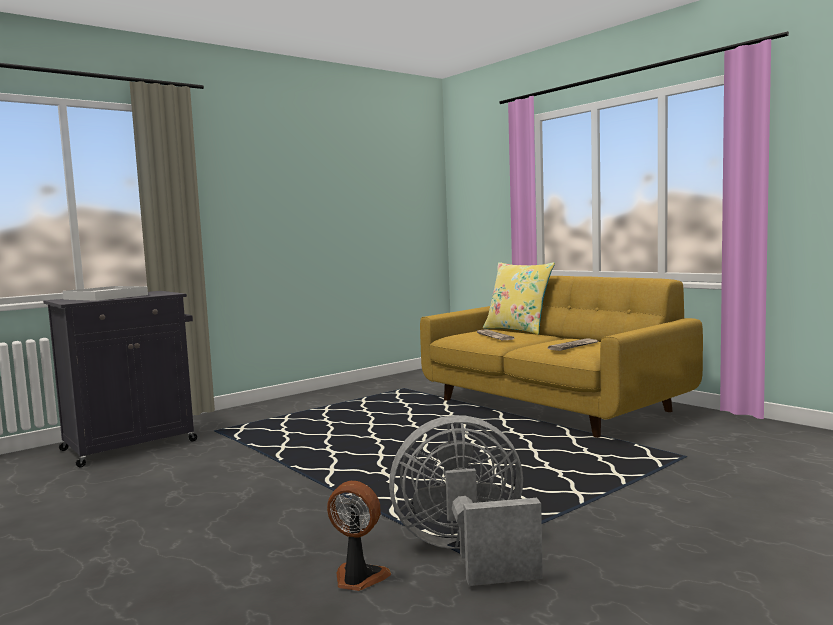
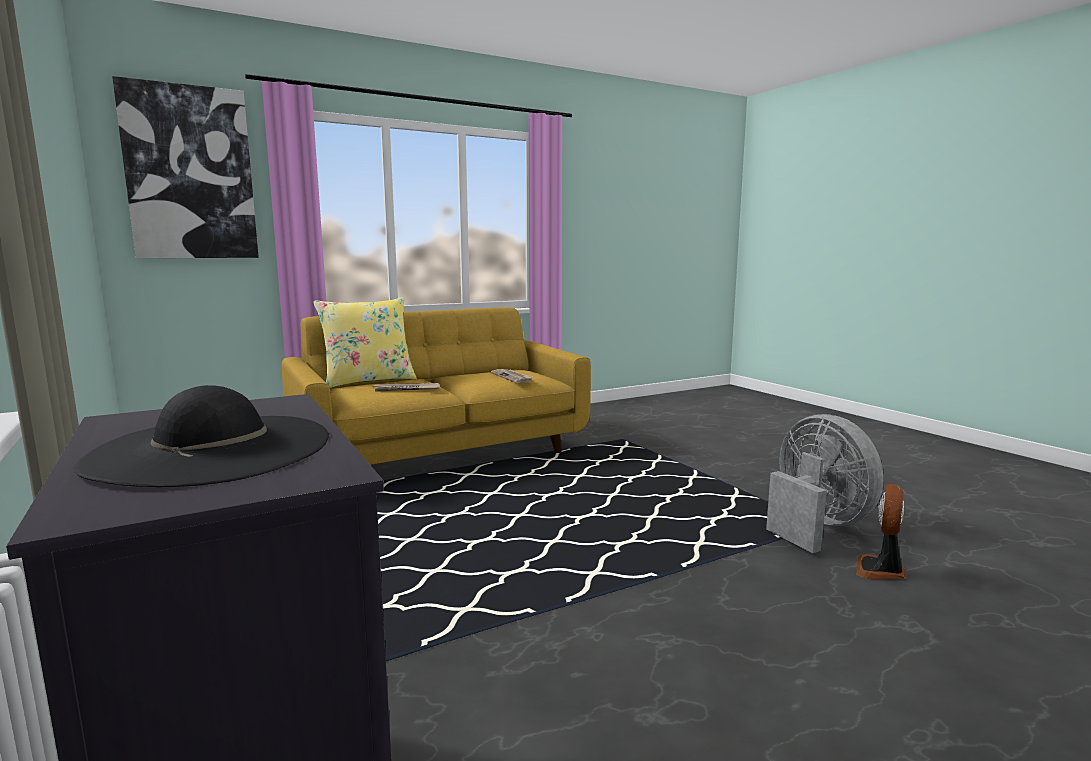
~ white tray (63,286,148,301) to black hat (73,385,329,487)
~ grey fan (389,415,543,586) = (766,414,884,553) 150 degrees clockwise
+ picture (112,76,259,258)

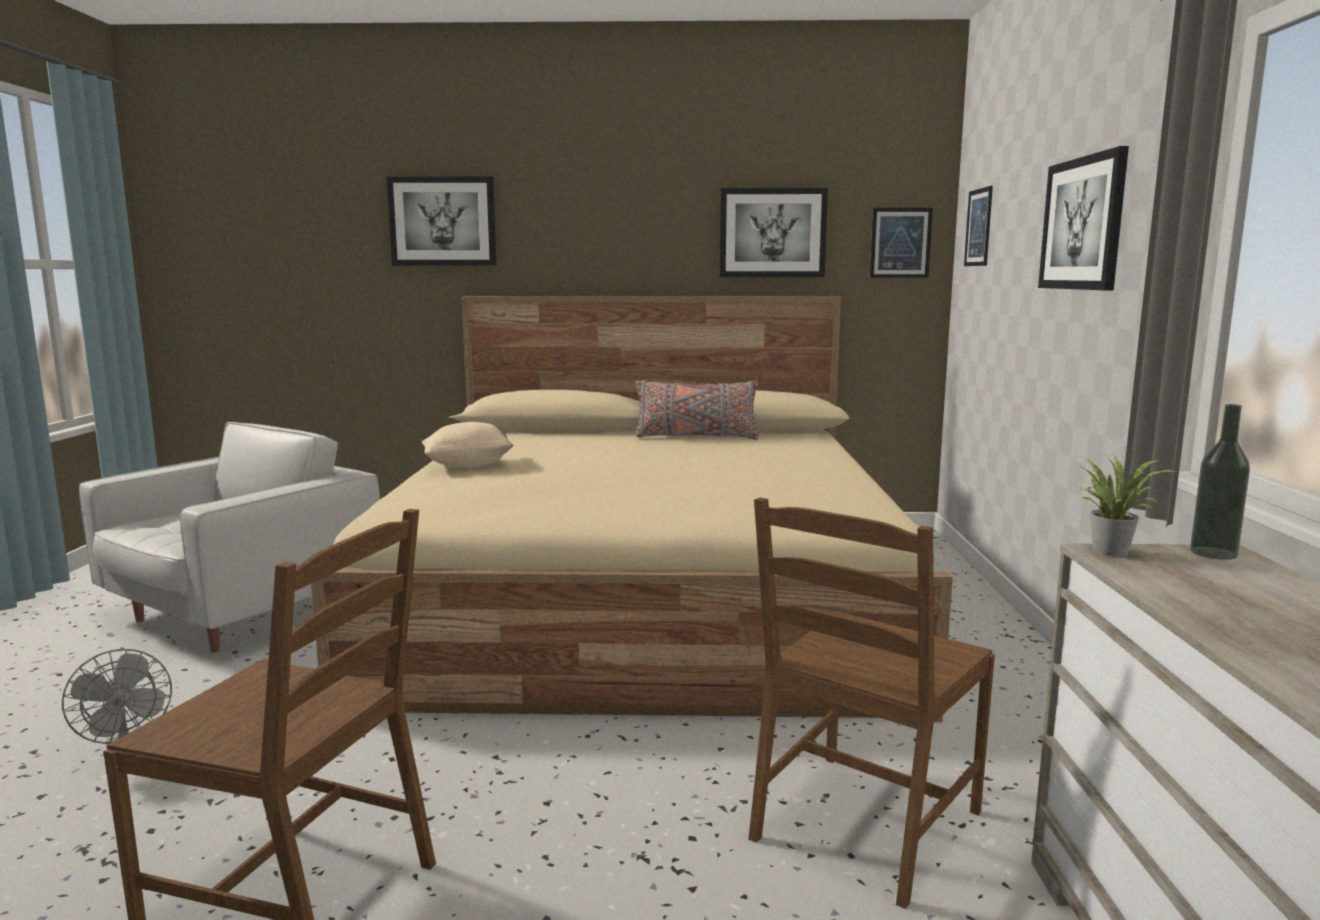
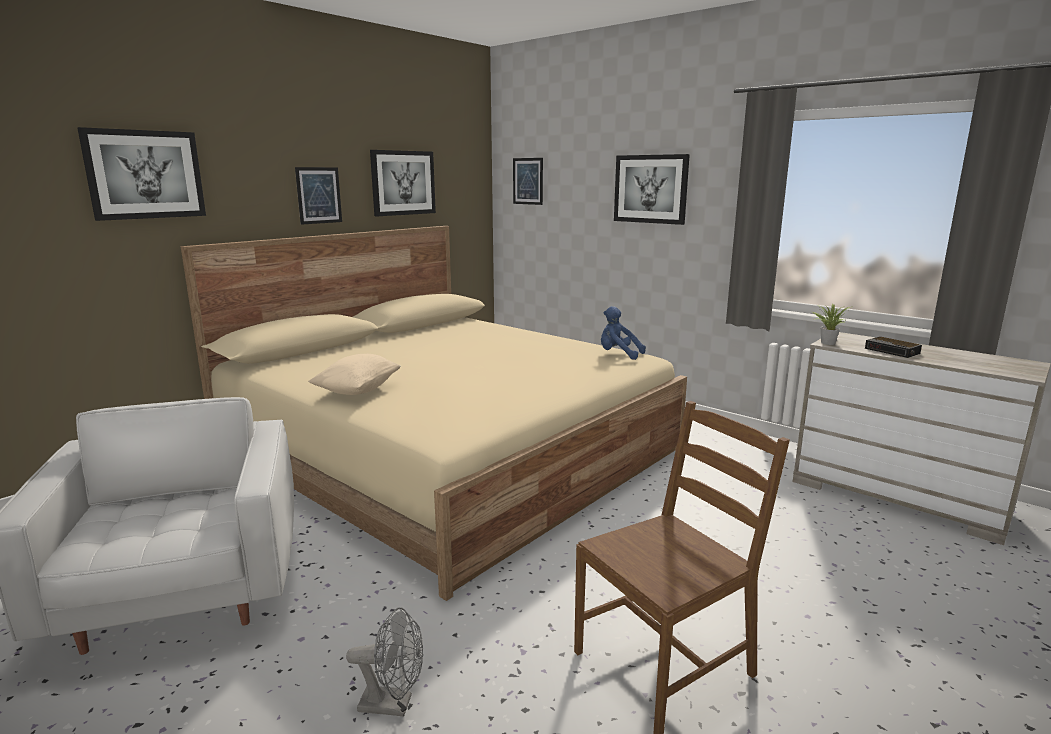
- grey pillow (635,380,758,440)
- brown chair (749,497,995,909)
~ picture (870,208,933,278) to (295,167,342,225)
- bottle (1190,404,1250,560)
+ blue plush toy (601,306,646,360)
+ alarm clock (865,337,922,358)

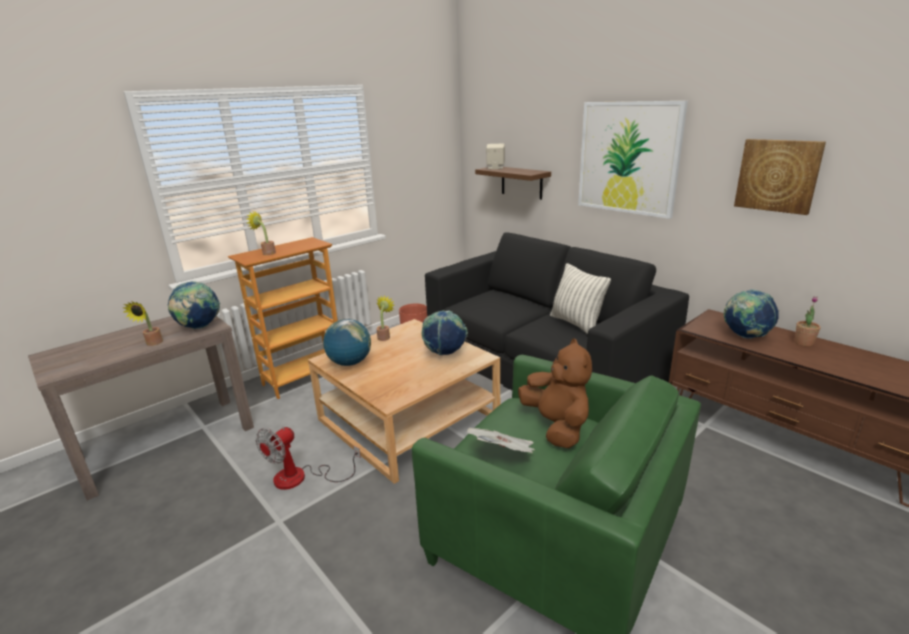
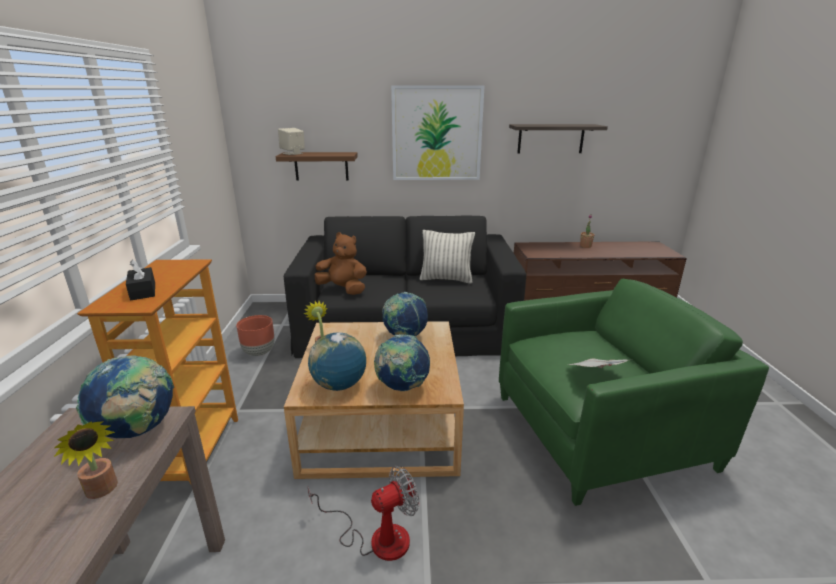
~ potted plant (247,211,276,255) to black tissue box (126,259,155,300)
~ fan (256,426,361,490) = (308,466,419,561) 105 degrees counterclockwise
~ brown plush toy (518,338,592,448) to (315,232,367,295)
~ globe (723,289,779,339) to (374,334,430,391)
~ picture (734,139,826,215) to shelf (509,124,608,154)

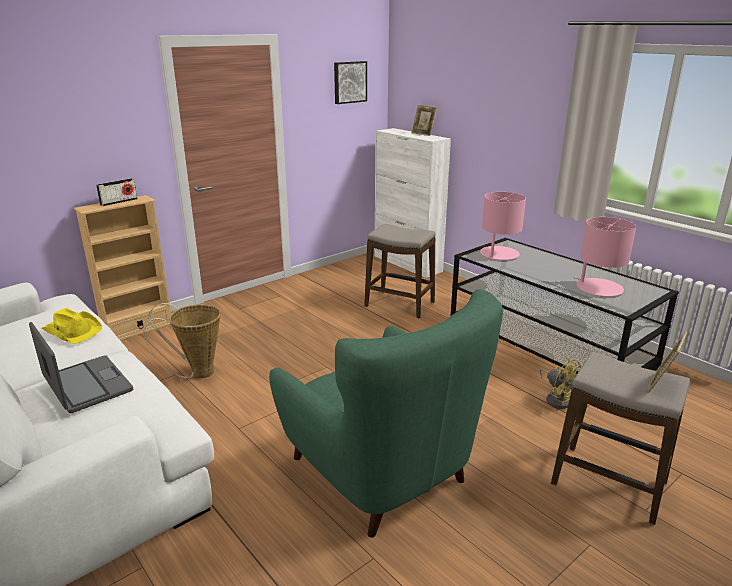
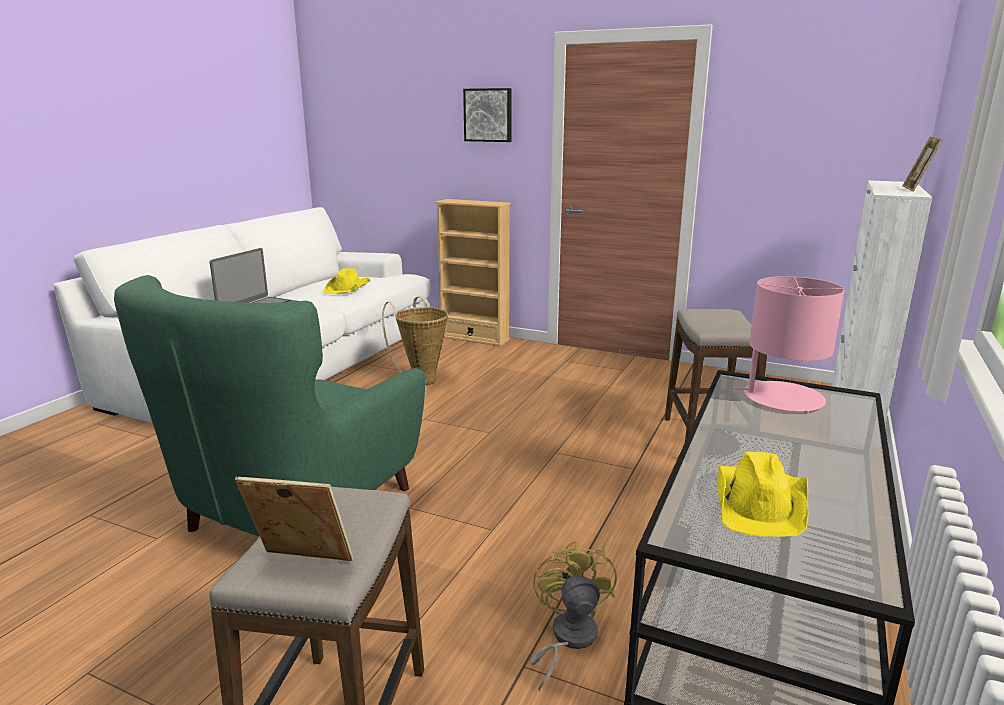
- radio (96,178,138,206)
~ picture (334,61,367,104) to (463,88,512,142)
~ yellow fan (539,358,581,409) = (531,540,617,691) 150 degrees clockwise
~ pink table lamp (573,217,636,297) to yellow hat (718,452,808,536)

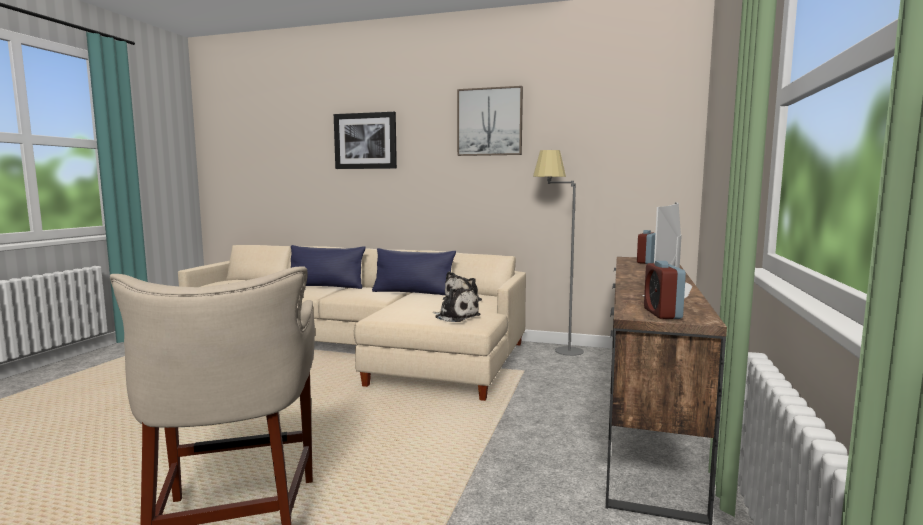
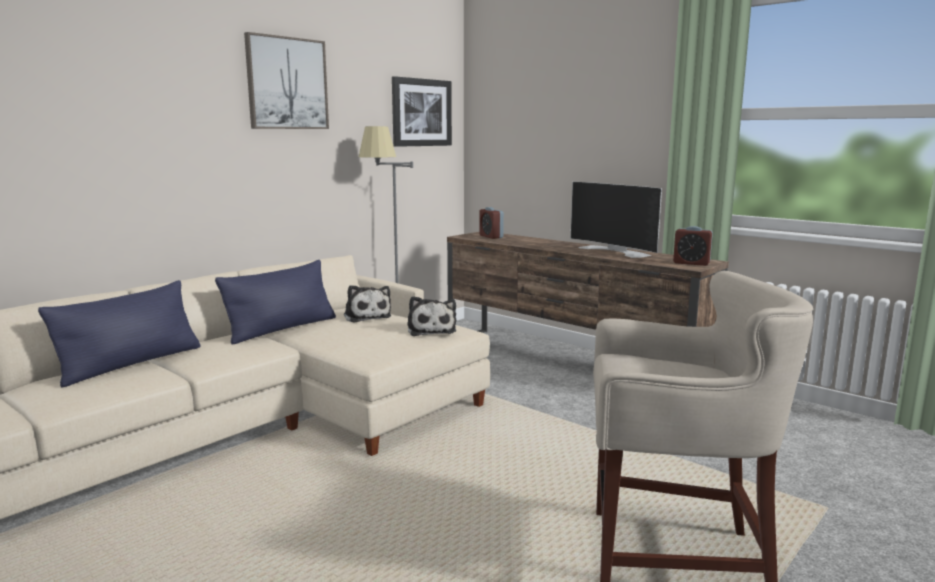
~ picture (334,112,397,169) to (392,76,452,147)
~ plush toy (433,287,480,322) = (407,296,456,336) 105 degrees clockwise

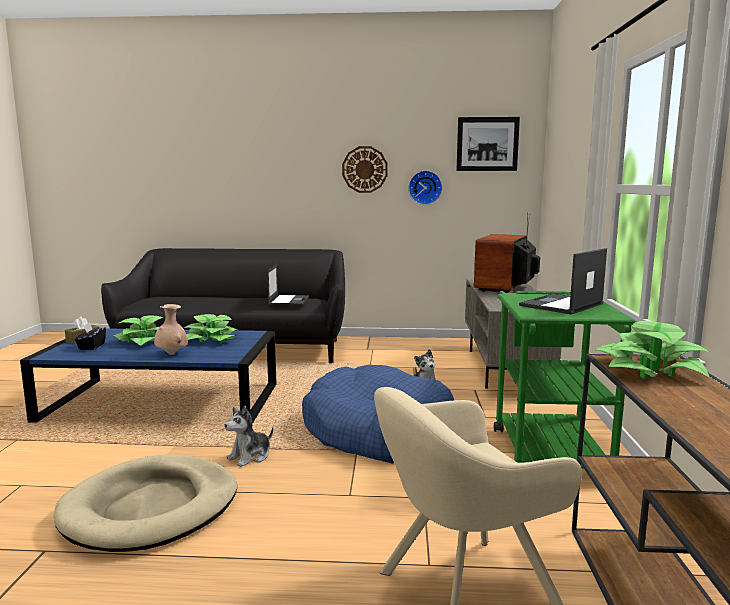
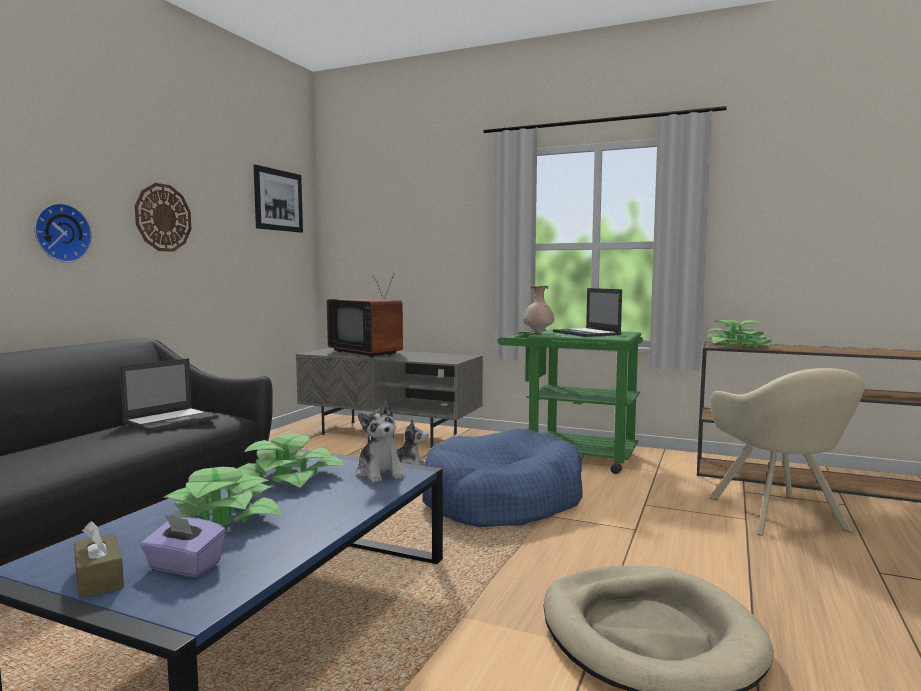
~ black tissue box (75,322,106,350) to purple tissue box (140,514,226,577)
~ beige vase (154,304,188,355) to (523,285,554,333)
~ plush toy (225,405,274,467) to (356,401,405,483)
~ laptop (267,264,309,306) = (119,358,219,432) 105 degrees clockwise
~ wall clock (408,170,443,205) to (34,203,92,263)

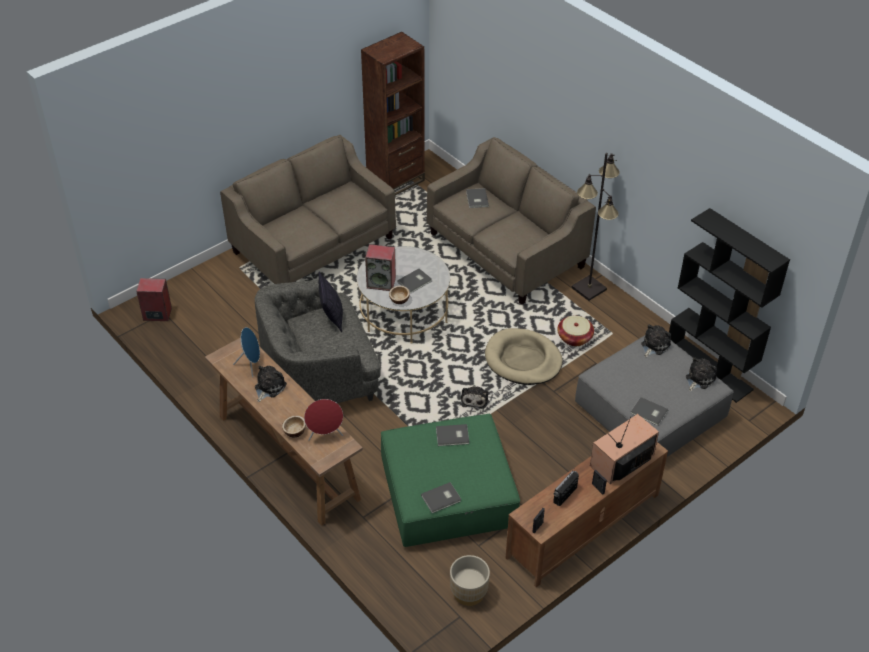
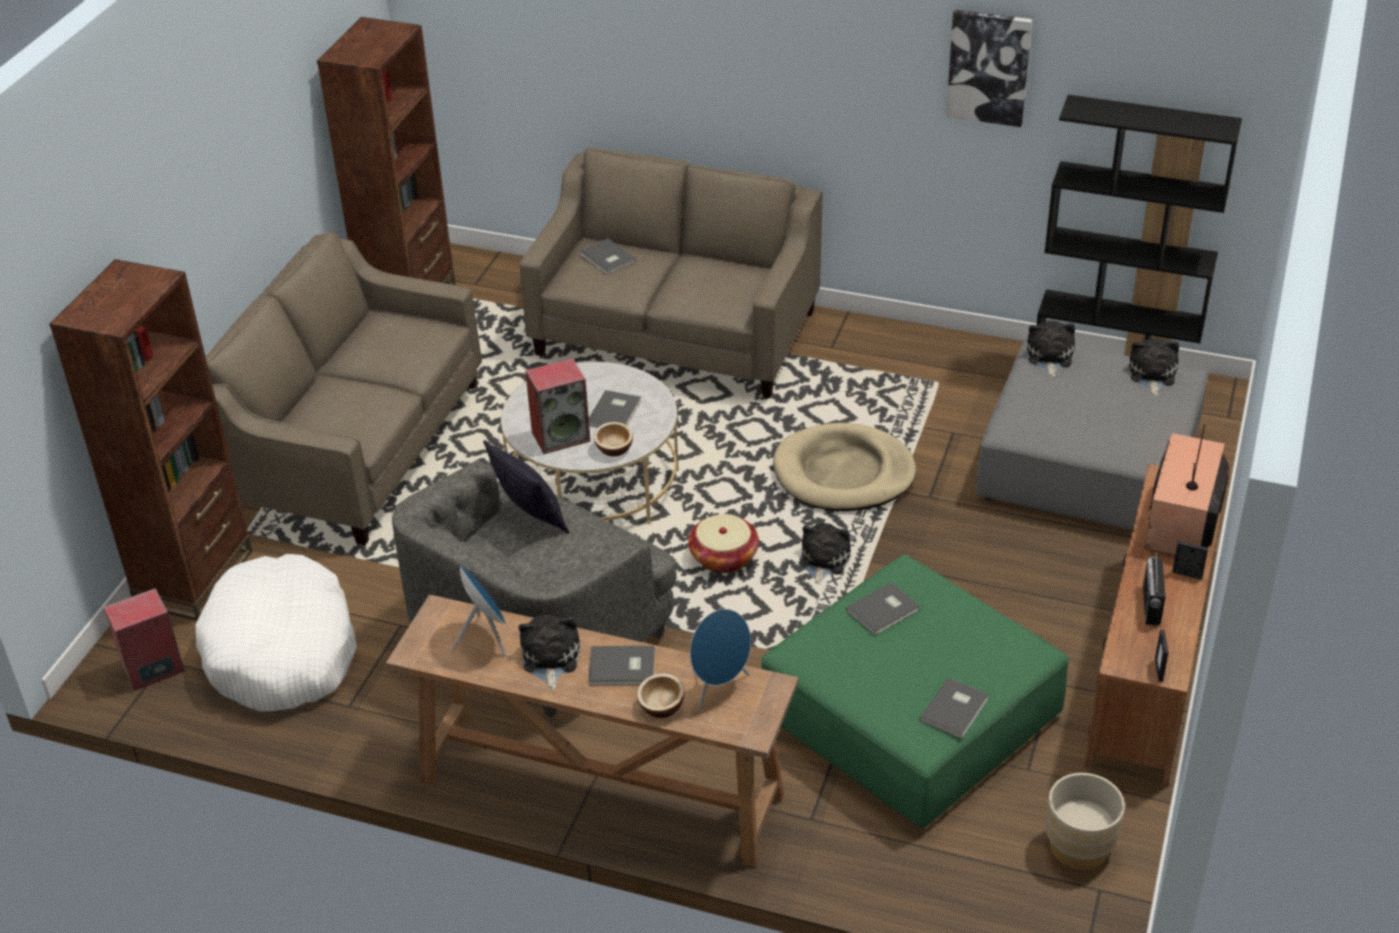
~ red speaker (304,399,343,441) to blue speaker (690,609,751,710)
~ plush toy (461,385,488,409) = (800,523,850,585) 135 degrees counterclockwise
~ basket (557,316,594,346) to (688,514,759,573)
- black floor lamp (572,153,620,301)
~ grey book (630,397,669,426) to (588,646,655,685)
+ brown bookcase (49,259,253,620)
+ white dog bed (196,554,357,712)
+ picture (946,10,1032,127)

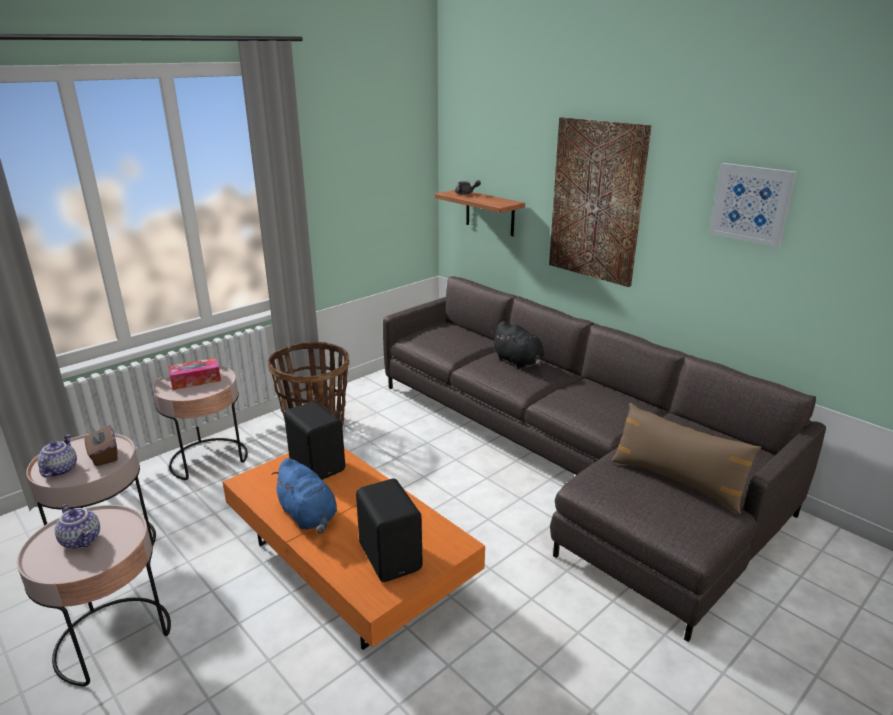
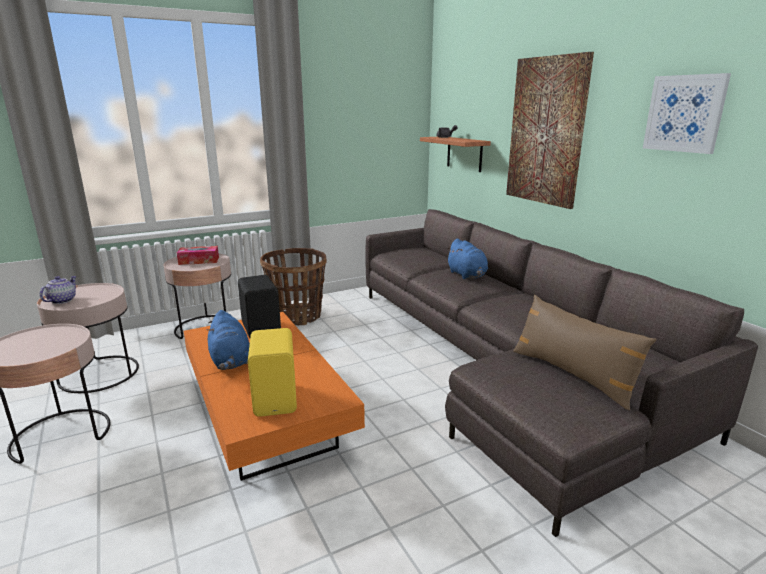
- teapot (55,504,100,549)
- brown tissue box (85,426,118,466)
~ black speaker (356,478,423,582) to yellow speaker (248,328,297,417)
~ black plush toy (491,321,544,369) to blue plush toy (446,239,488,279)

